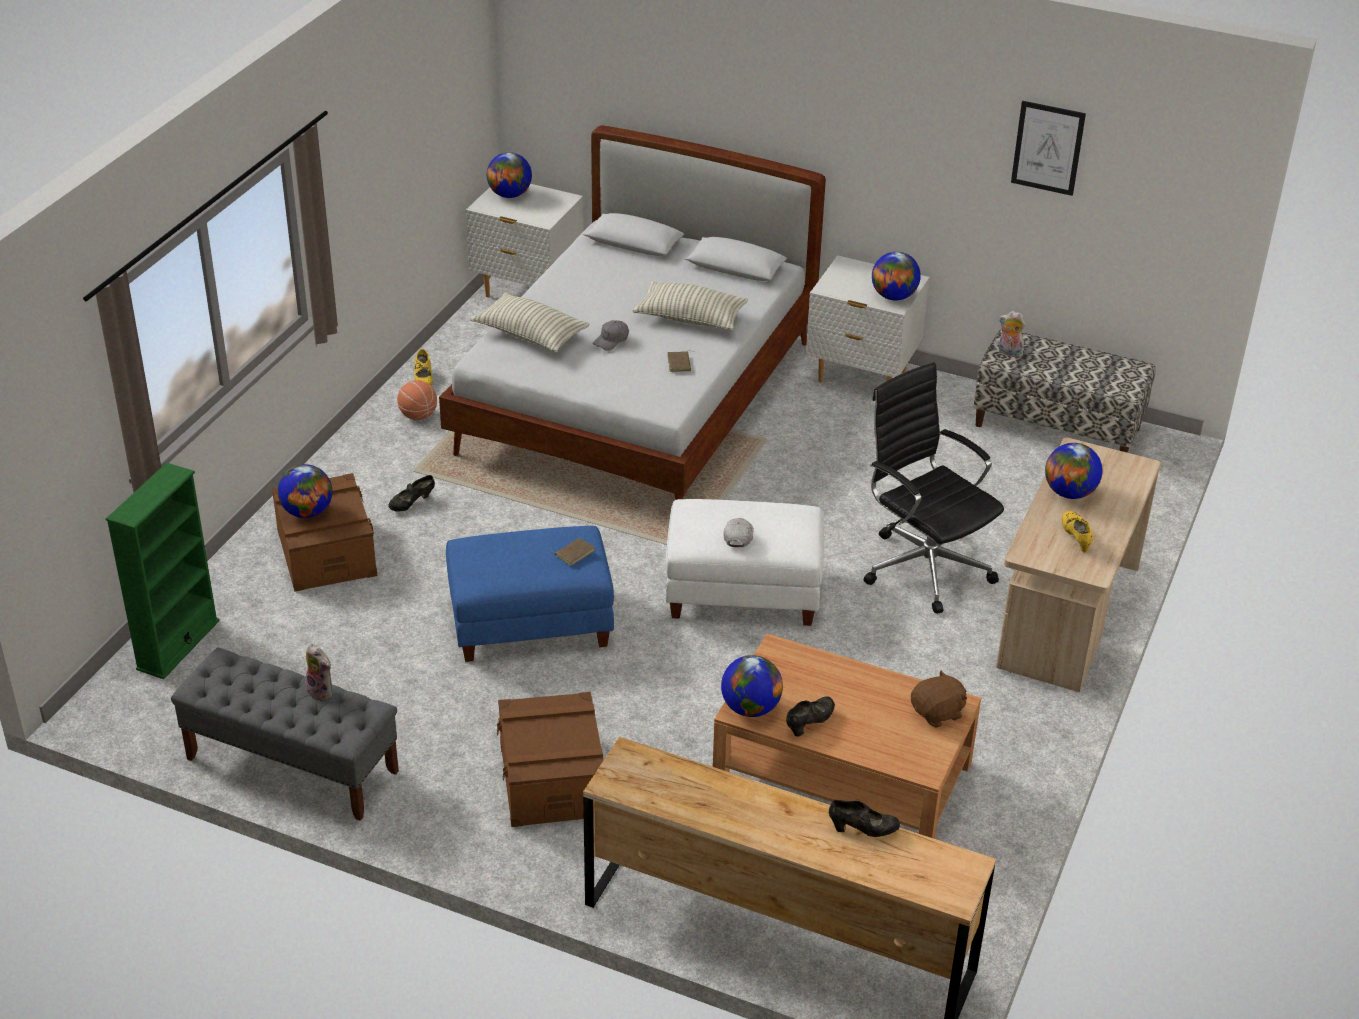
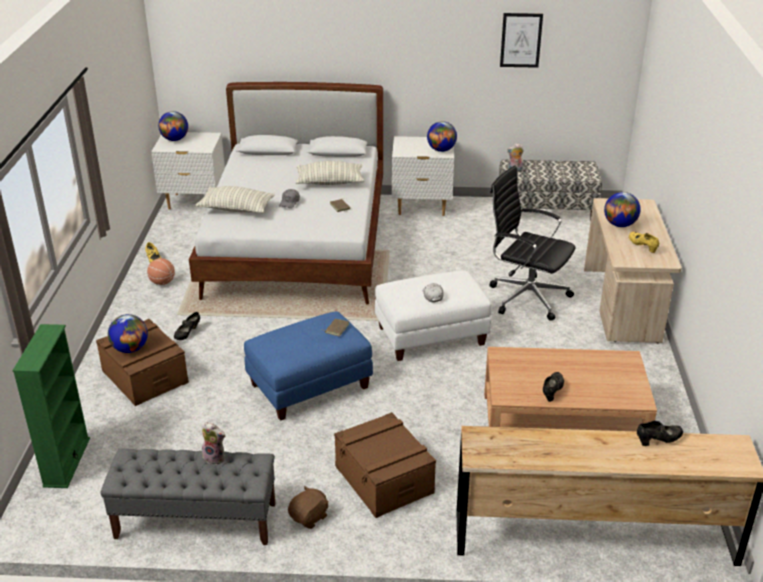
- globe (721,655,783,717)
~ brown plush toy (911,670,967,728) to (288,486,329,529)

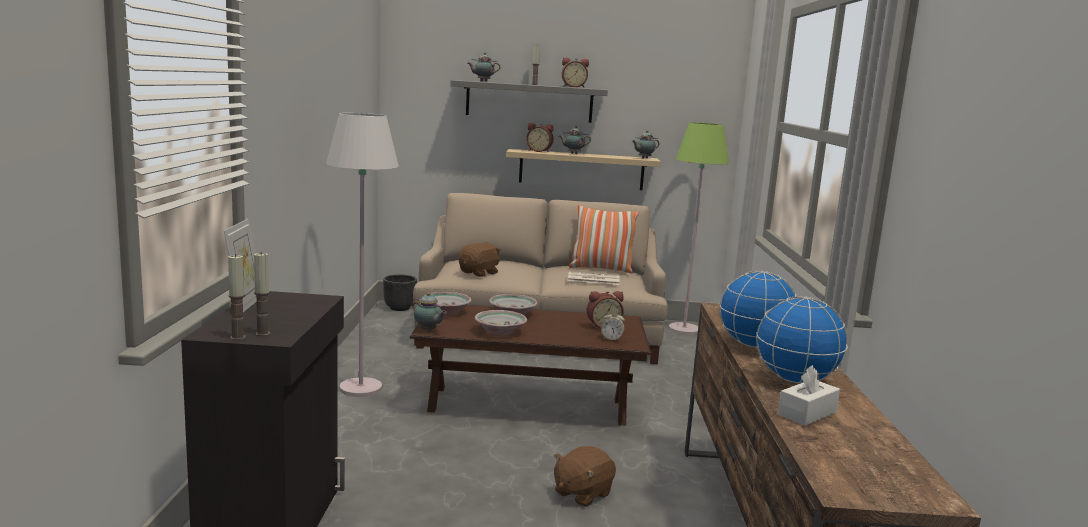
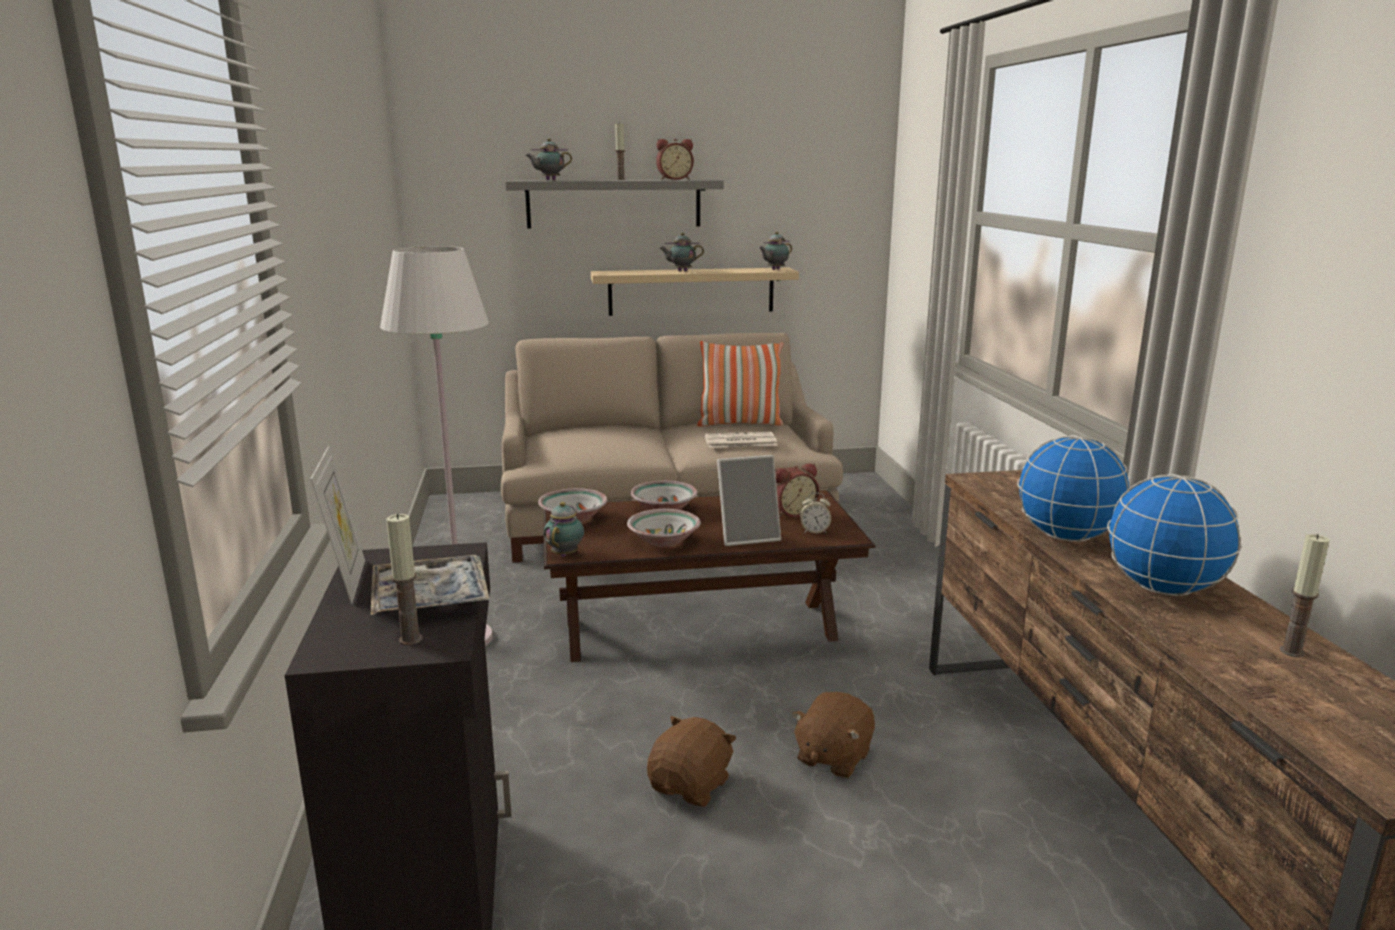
~ candle (228,254,246,340) to (1280,534,1330,657)
- black planter (383,275,417,311)
~ teapot (412,292,447,331) = (544,502,584,557) 105 degrees counterclockwise
~ brown plush toy (459,243,501,277) to (647,715,737,807)
- alarm clock (526,123,554,153)
- green floor lamp (669,122,729,335)
- white tissue box (778,365,840,426)
+ tray (371,555,490,615)
+ picture frame (717,455,781,546)

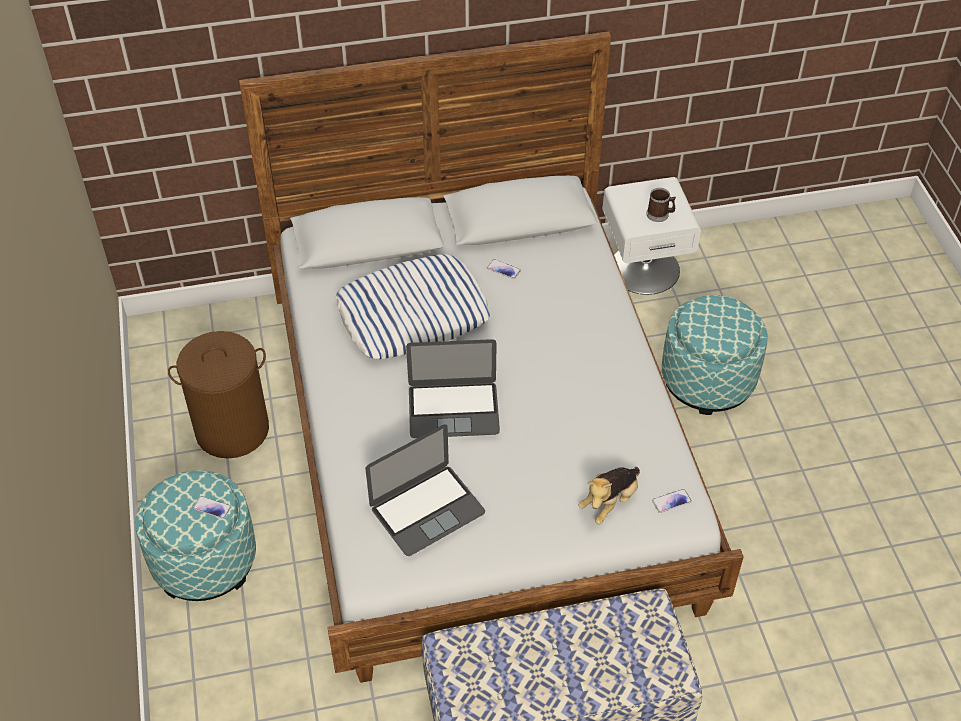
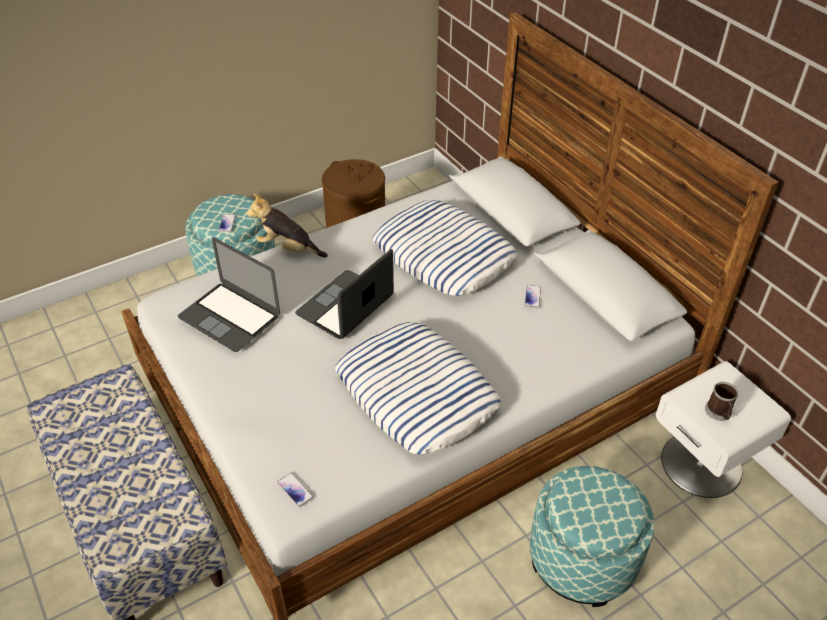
~ laptop (406,339,500,438) = (295,249,394,339) 60 degrees clockwise
~ plush toy (578,467,640,524) to (246,193,328,257)
+ pillow (335,322,500,455)

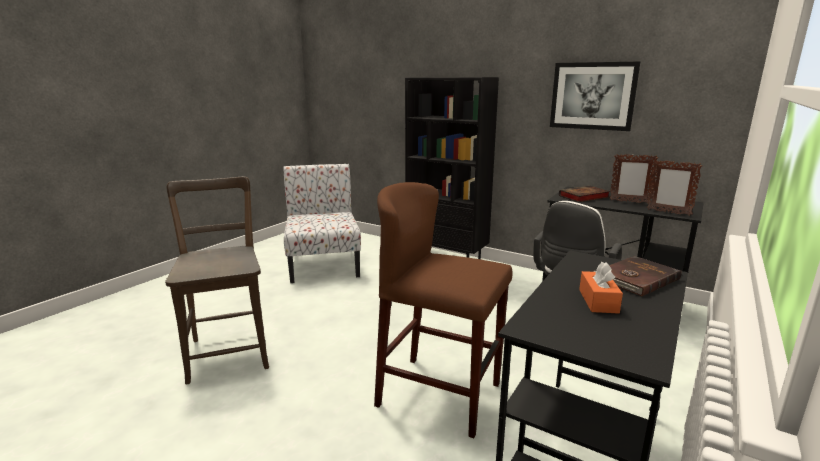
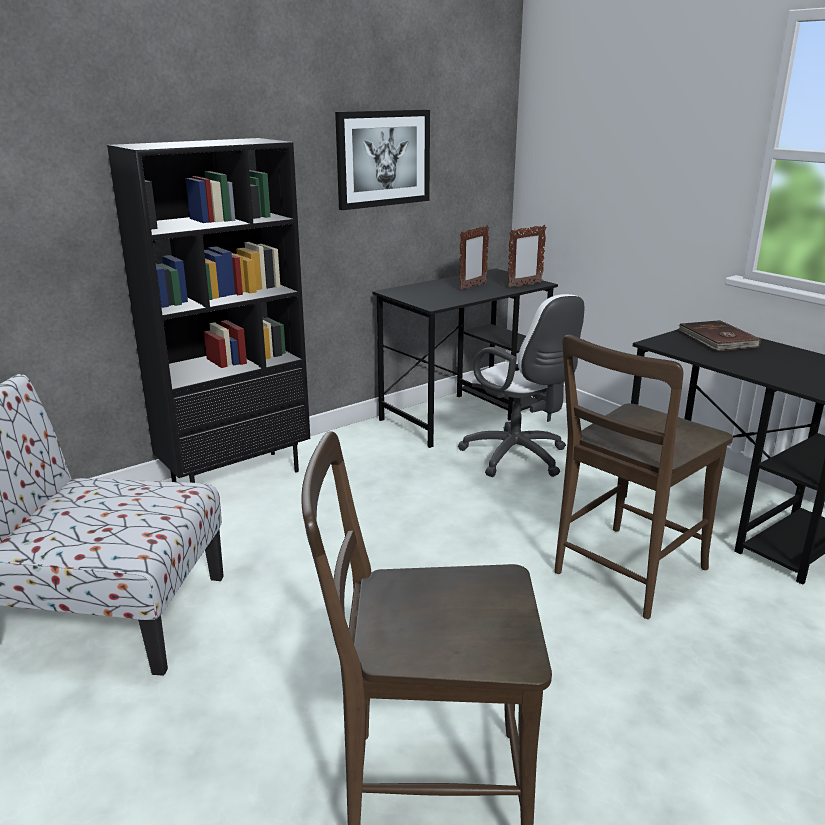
~ brown stool (374,182,512,438) to brown chair (554,335,733,619)
- book (559,186,611,202)
- orange tissue box (579,262,623,314)

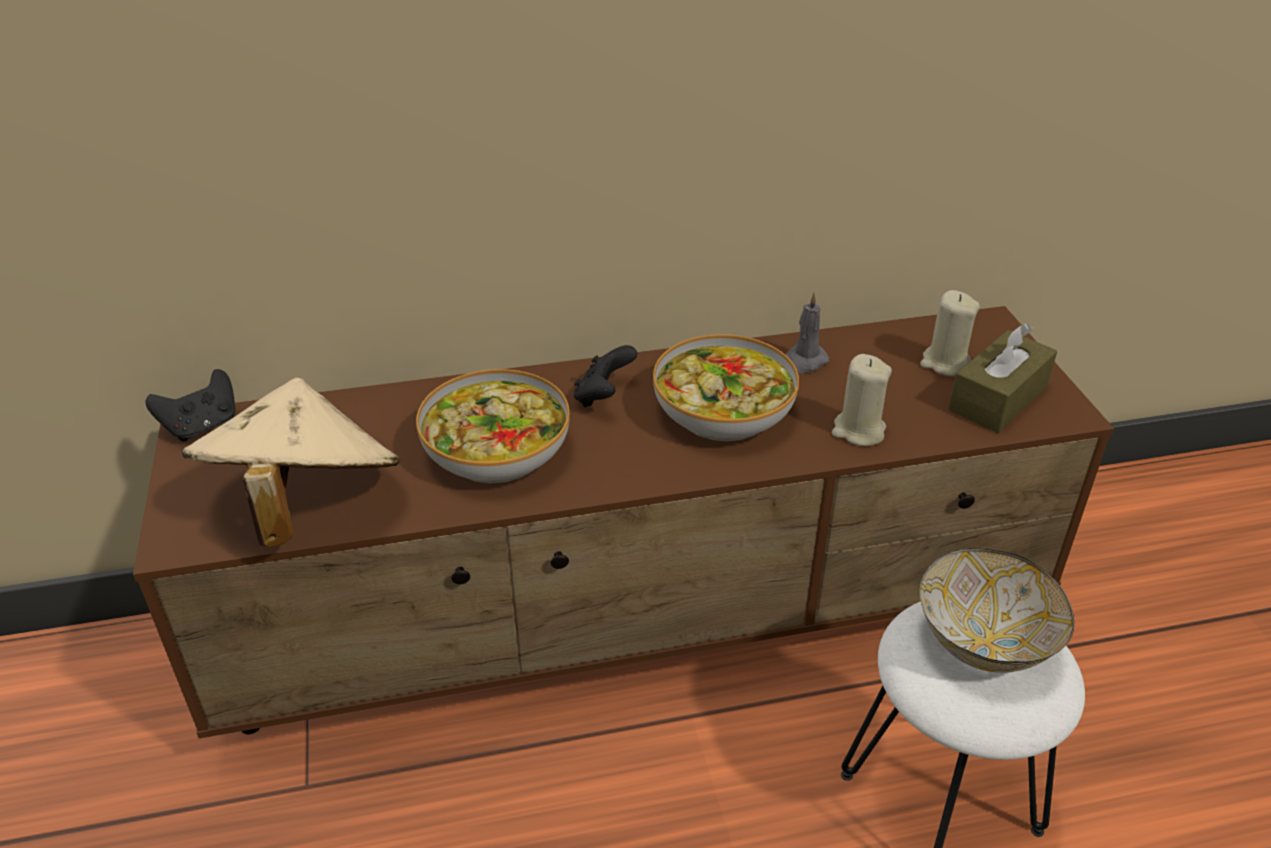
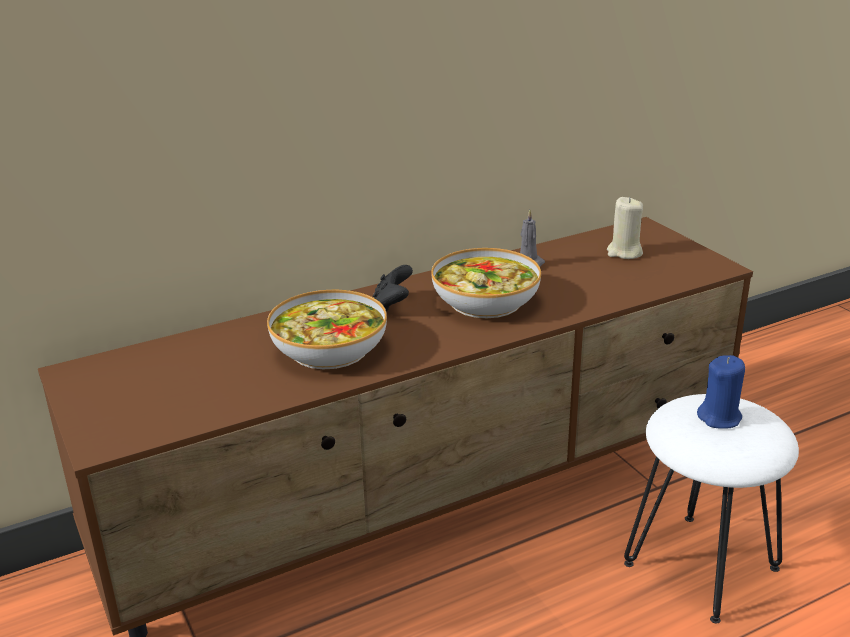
- black game controller (145,369,235,442)
- beige hat (183,377,400,547)
- beige candle (832,354,892,446)
~ bowl (919,548,1074,673) to blue candle (697,355,745,429)
- brown tissue box (948,323,1057,433)

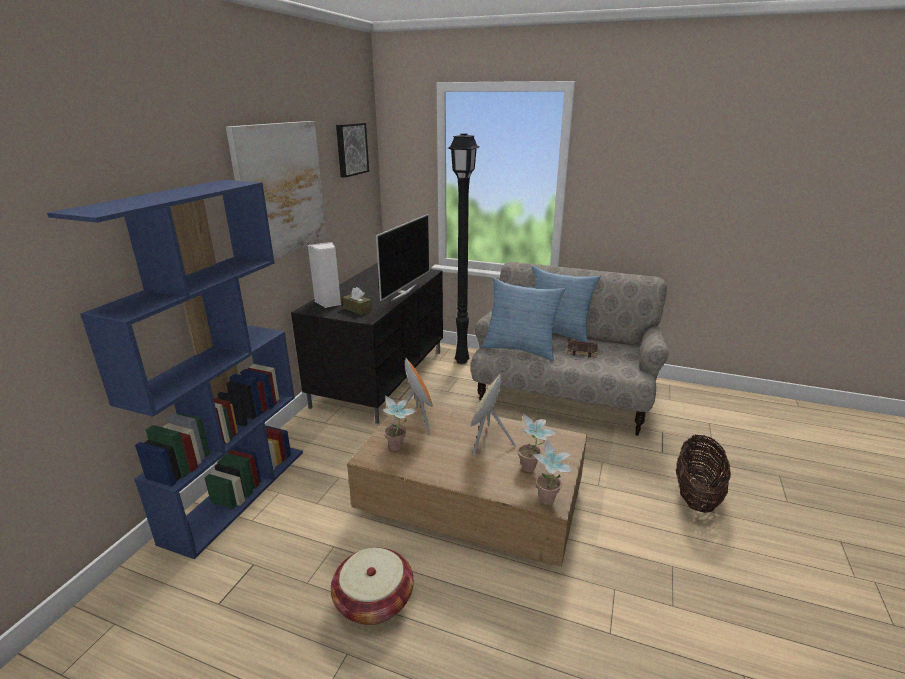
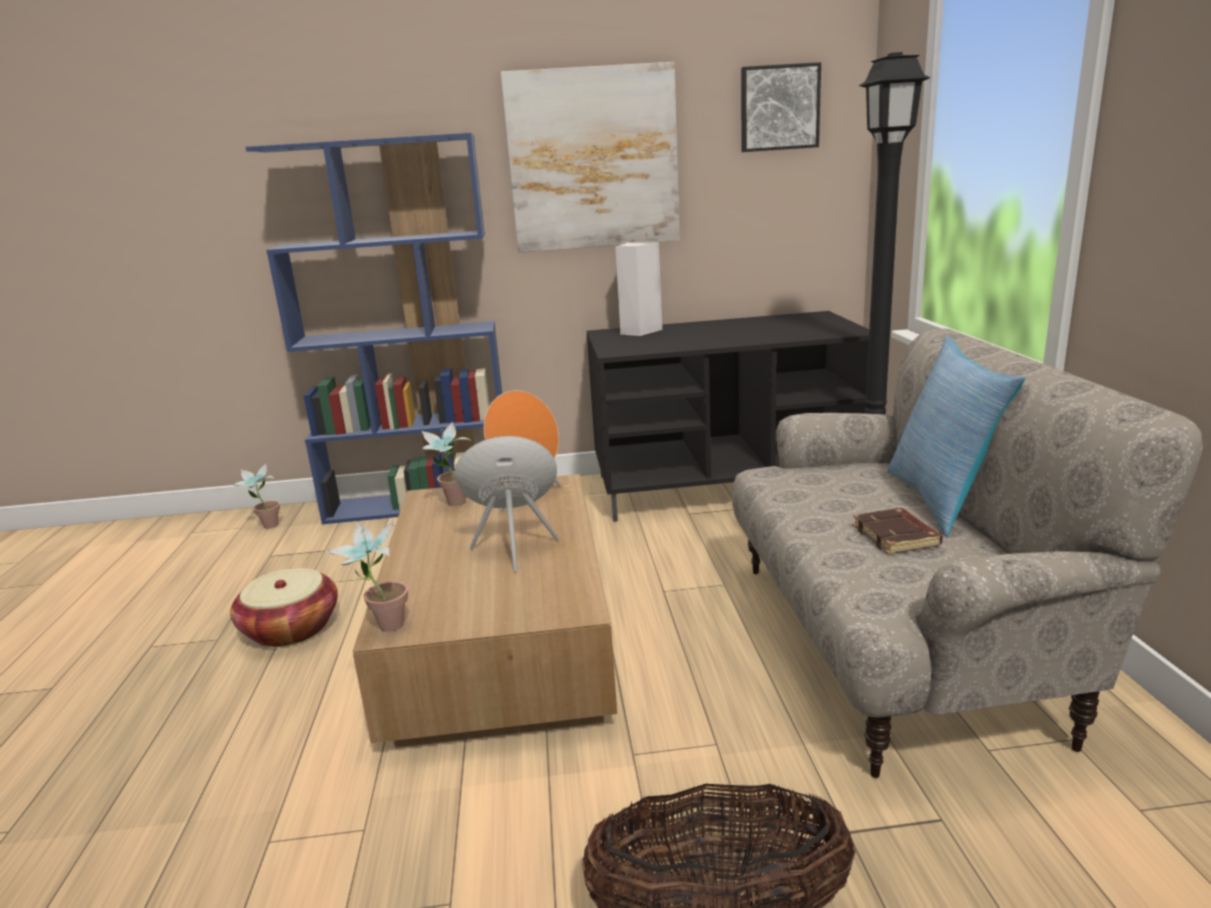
- brown tissue box (342,287,372,315)
- television (376,214,430,301)
- pillow (482,278,566,361)
~ potted plant (518,414,558,472) to (234,463,280,529)

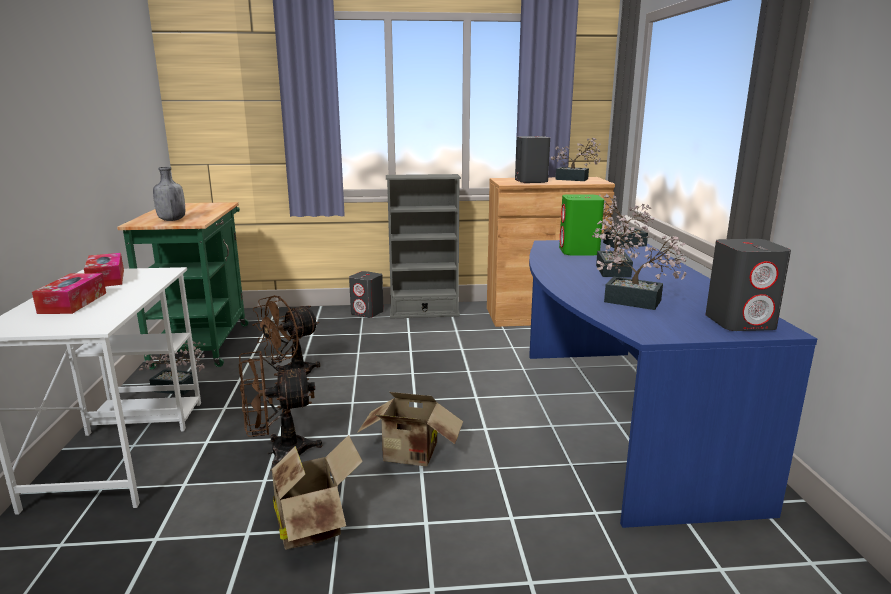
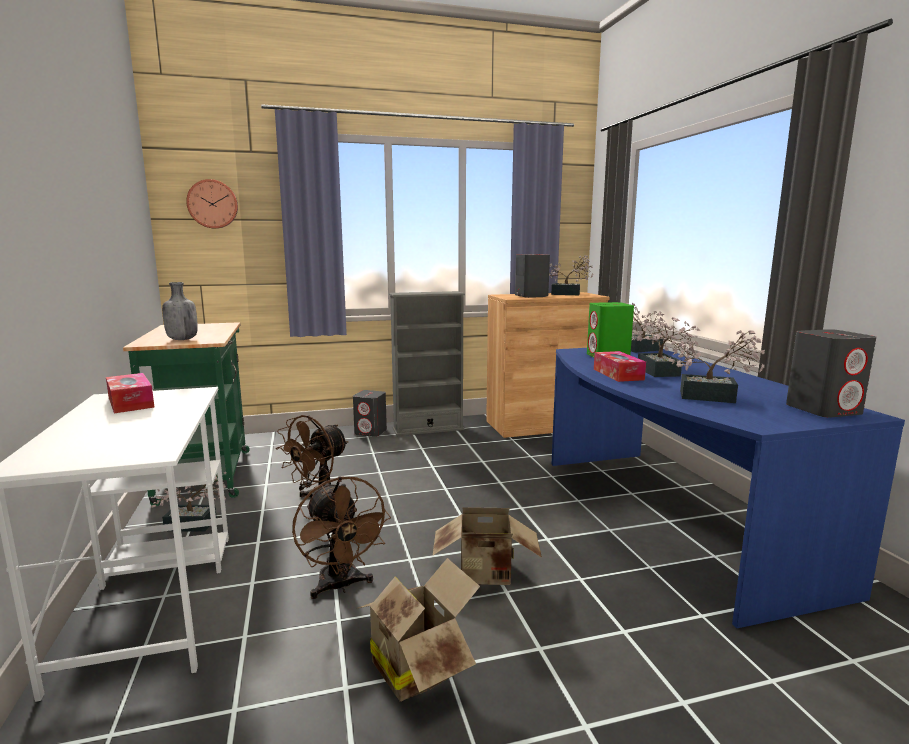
~ tissue box (32,273,106,314) to (594,351,646,382)
~ brown fan (239,351,322,467) = (292,476,391,599) 90 degrees counterclockwise
+ wall clock (186,179,238,229)

